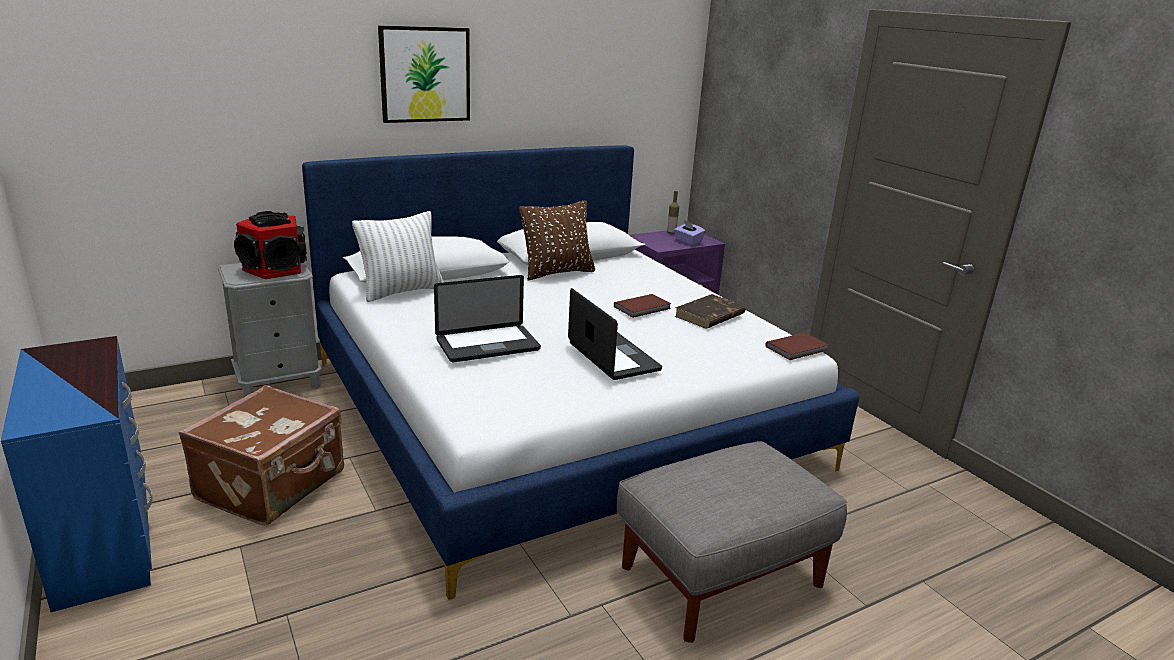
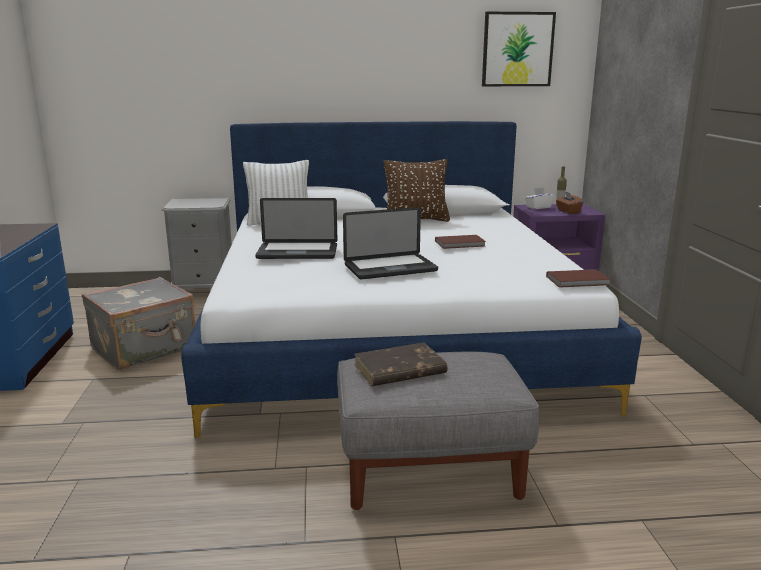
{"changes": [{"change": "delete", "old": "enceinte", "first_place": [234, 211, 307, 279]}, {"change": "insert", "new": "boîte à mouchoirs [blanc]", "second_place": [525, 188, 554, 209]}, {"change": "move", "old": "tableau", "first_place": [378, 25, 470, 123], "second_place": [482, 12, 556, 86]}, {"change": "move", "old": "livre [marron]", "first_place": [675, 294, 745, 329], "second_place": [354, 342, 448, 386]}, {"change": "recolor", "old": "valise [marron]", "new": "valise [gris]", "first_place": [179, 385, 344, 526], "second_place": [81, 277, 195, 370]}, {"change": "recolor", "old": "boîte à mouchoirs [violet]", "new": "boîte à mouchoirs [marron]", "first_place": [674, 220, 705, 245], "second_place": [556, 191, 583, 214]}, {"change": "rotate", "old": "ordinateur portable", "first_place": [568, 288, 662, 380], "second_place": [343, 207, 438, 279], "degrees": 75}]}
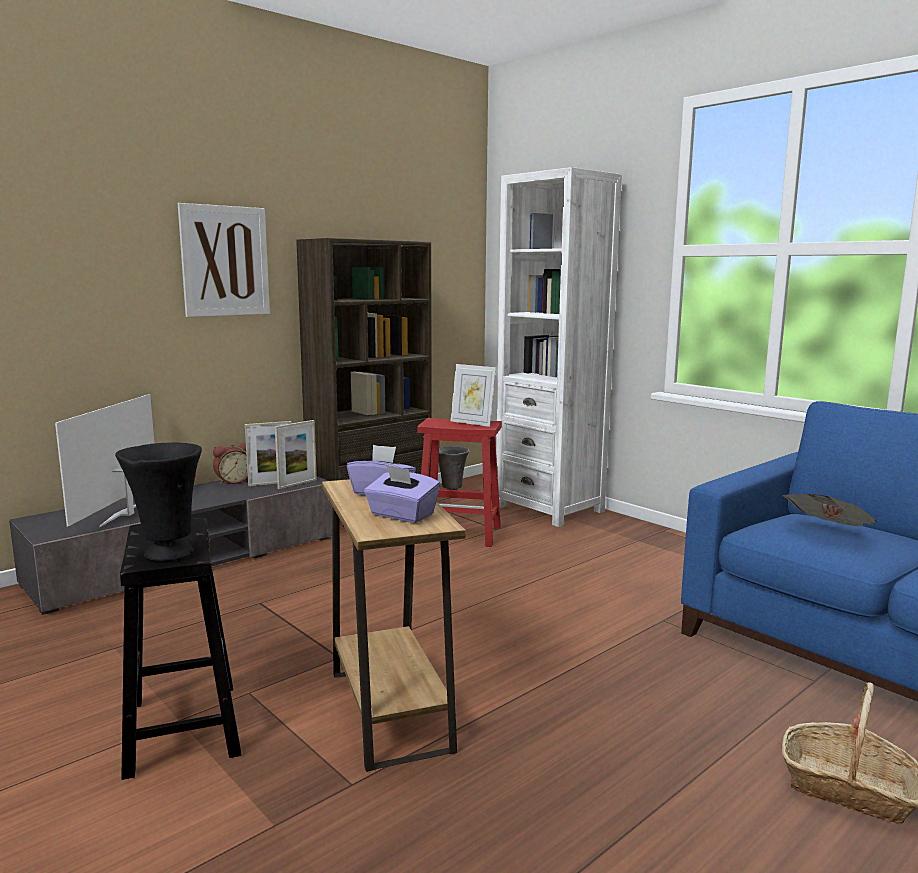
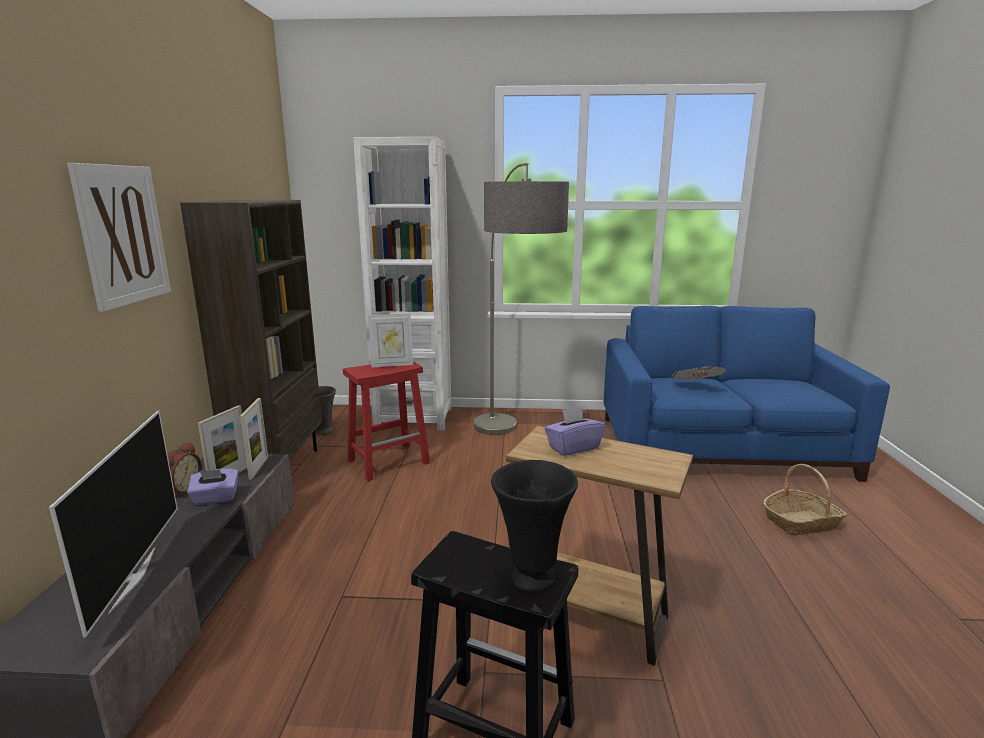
{"changes": [{"change": "insert", "new": "lampadaire", "second_place": [473, 163, 569, 435]}, {"change": "move", "old": "boîte à mouchoirs [violet]", "first_place": [364, 465, 440, 523], "second_place": [187, 468, 239, 505]}, {"change": "rotate", "old": "téléviseur", "first_place": [55, 394, 154, 528], "second_place": [49, 411, 178, 638], "degrees": -150}]}
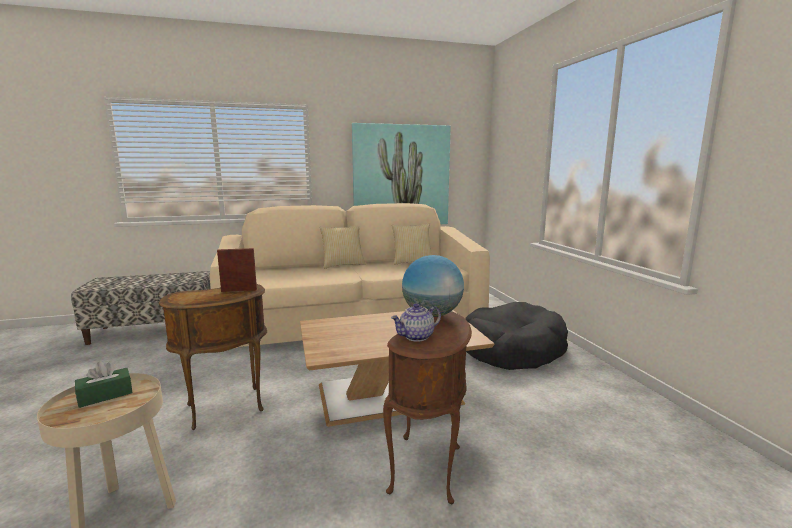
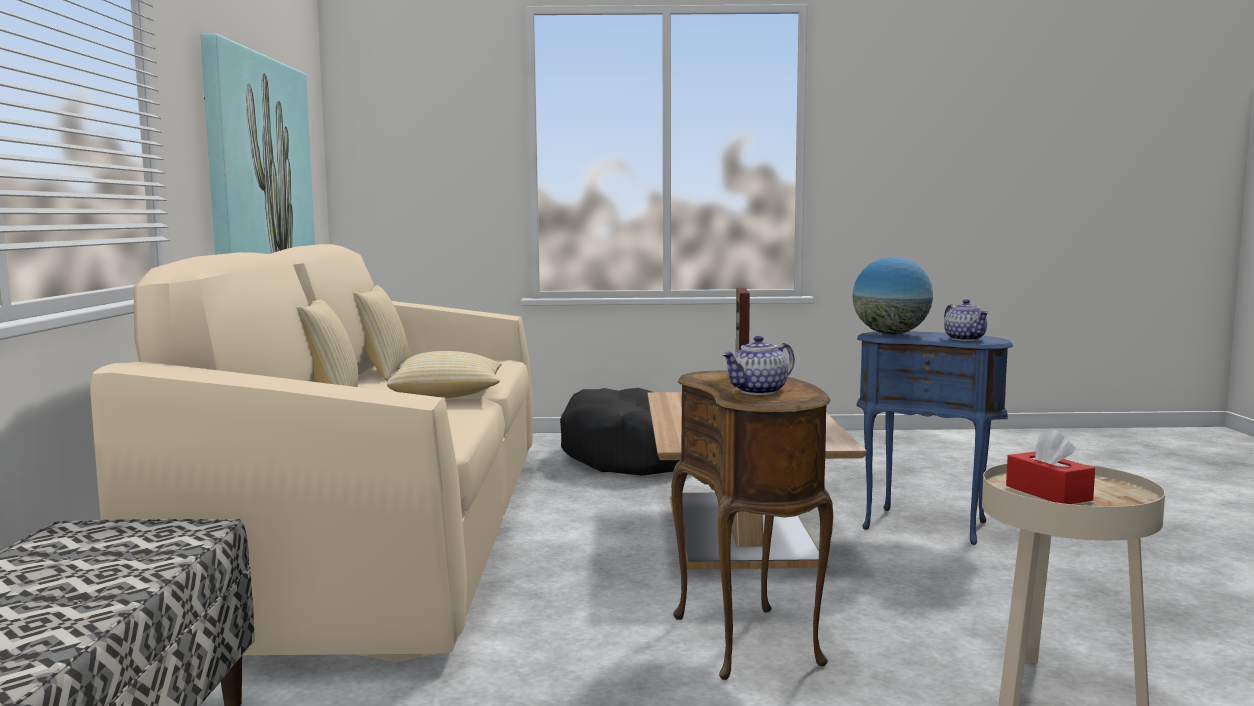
{"changes": [{"change": "insert", "new": "coussin", "second_place": [387, 351, 502, 398]}, {"change": "insert", "new": "théière", "second_place": [722, 336, 795, 395]}, {"change": "recolor", "old": "boîte à mouchoirs [vert]", "new": "boîte à mouchoirs [rouge]", "first_place": [75, 361, 133, 408], "second_place": [1006, 430, 1095, 504]}, {"change": "recolor", "old": "table d'appoint [marron]", "new": "table d'appoint [bleu]", "first_place": [383, 311, 472, 505], "second_place": [856, 331, 1013, 545]}]}
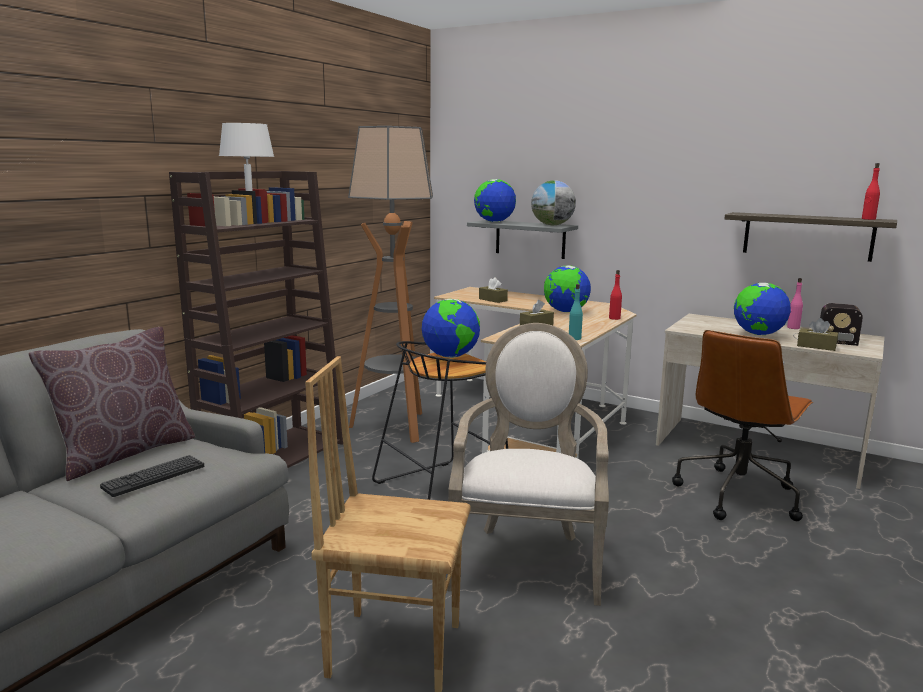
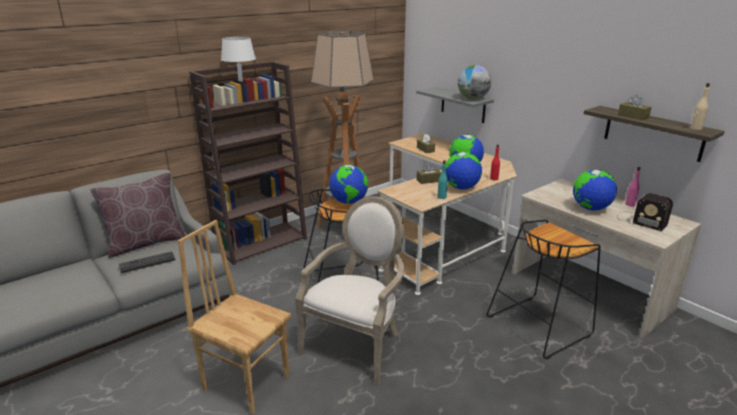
{"changes": [{"change": "move", "old": "globe", "first_place": [474, 179, 516, 222], "second_place": [445, 152, 482, 190]}, {"change": "move", "old": "boîte à mouchoirs [marron]", "first_place": [797, 318, 838, 351], "second_place": [618, 95, 652, 120]}, {"change": "replace", "old": "chaise de bureau [marron]", "new": "tabouret [noir]", "first_place": [672, 330, 814, 521], "second_place": [486, 220, 601, 359]}, {"change": "recolor", "old": "bouteille [rouge]", "new": "bouteille [beige]", "first_place": [862, 163, 880, 220], "second_place": [690, 83, 710, 130]}]}
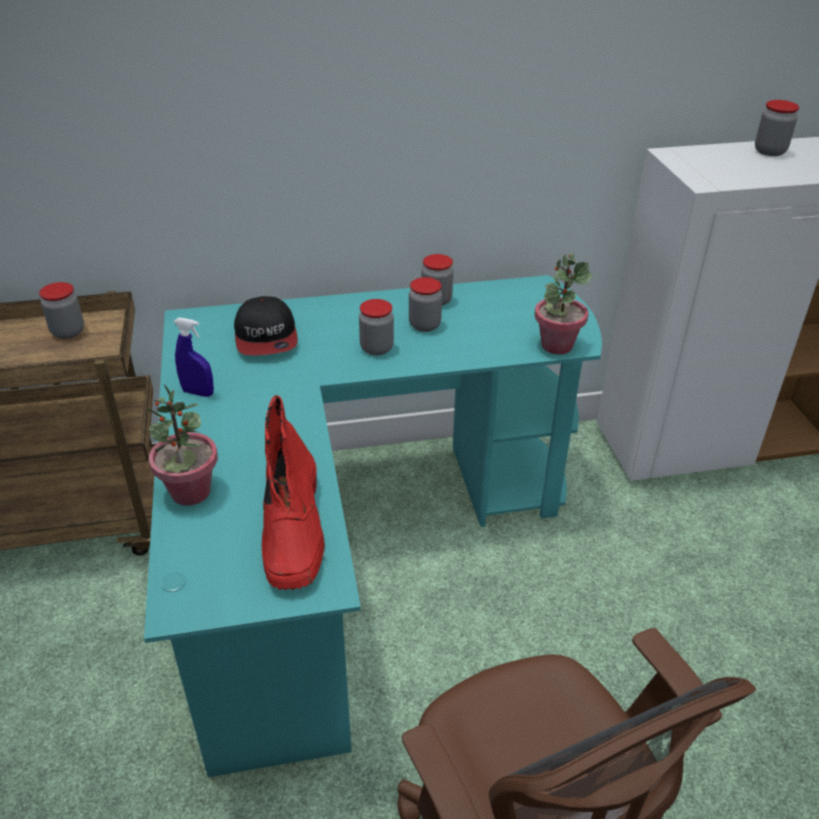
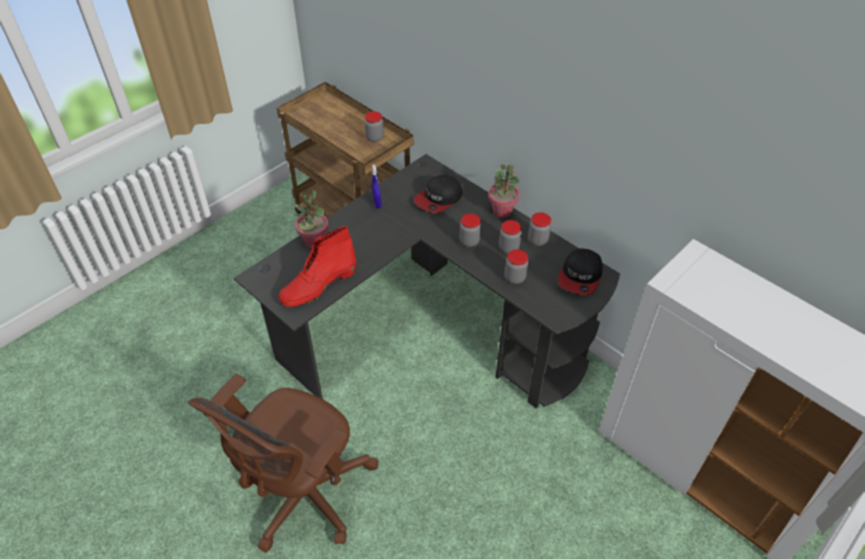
{"changes": [{"change": "insert", "new": "casquette", "second_place": [558, 248, 603, 295]}, {"change": "move", "old": "plante en pot", "first_place": [535, 254, 592, 354], "second_place": [488, 164, 520, 218]}, {"change": "move", "old": "bocal", "first_place": [755, 100, 799, 156], "second_place": [505, 249, 528, 284]}, {"change": "recolor", "old": "bureau [turquoise]", "new": "bureau [noir]", "first_place": [144, 275, 602, 777], "second_place": [234, 154, 620, 409]}]}
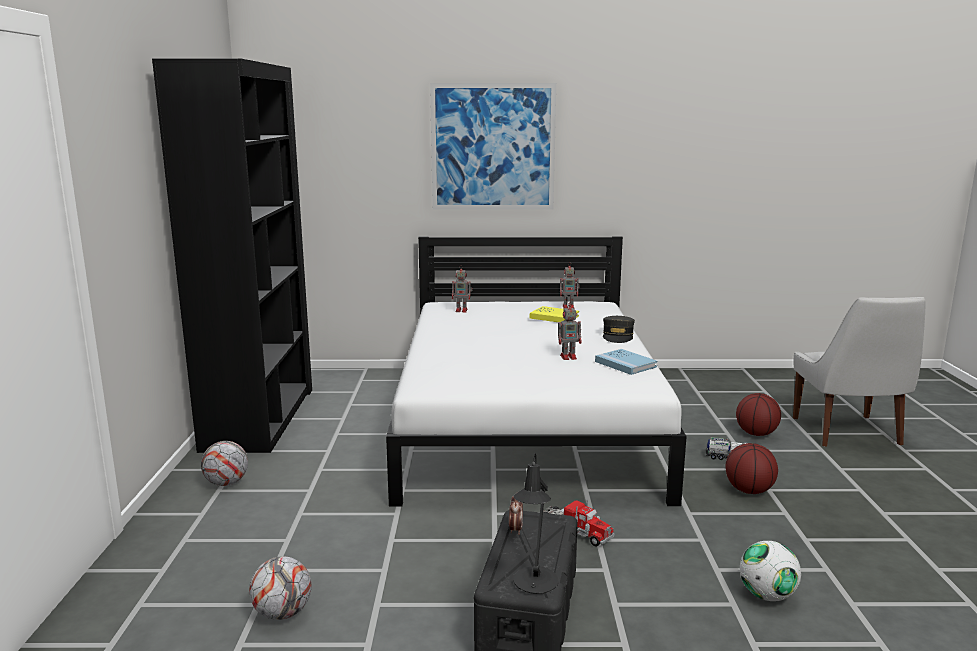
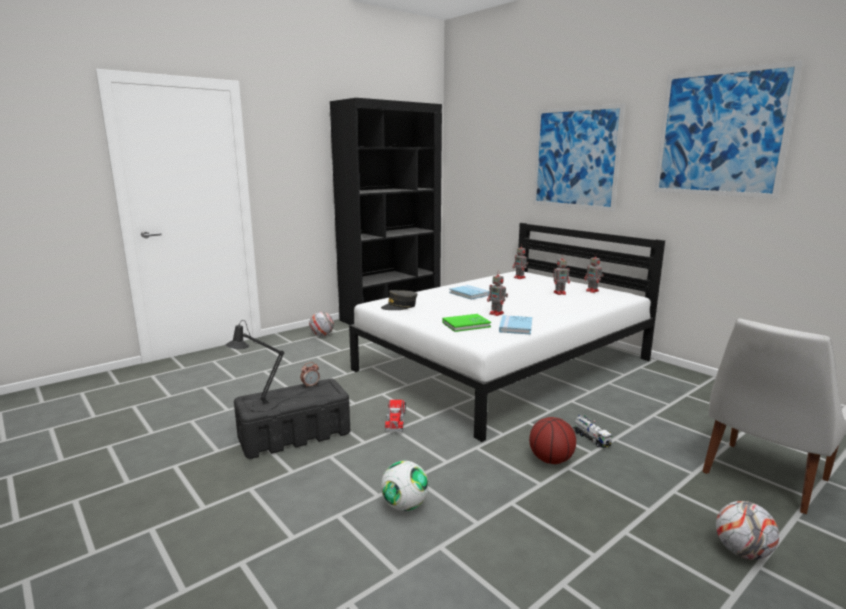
{"changes": [{"change": "delete", "old": "ballon de basket", "first_place": [736, 393, 781, 436]}, {"change": "insert", "new": "livre [vert]", "second_place": [442, 314, 491, 332]}, {"change": "insert", "new": "livre [bleu]", "second_place": [449, 285, 489, 300]}, {"change": "insert", "new": "tableau", "second_place": [654, 60, 803, 199]}, {"change": "move", "old": "ballon de foot", "first_place": [249, 556, 311, 620], "second_place": [716, 501, 779, 560]}, {"change": "move", "old": "casquette [gris]", "first_place": [603, 316, 635, 343], "second_place": [381, 290, 417, 310]}, {"change": "replace", "old": "livre [jaune]", "new": "robot jouet", "first_place": [530, 306, 579, 323], "second_place": [554, 256, 570, 295]}]}
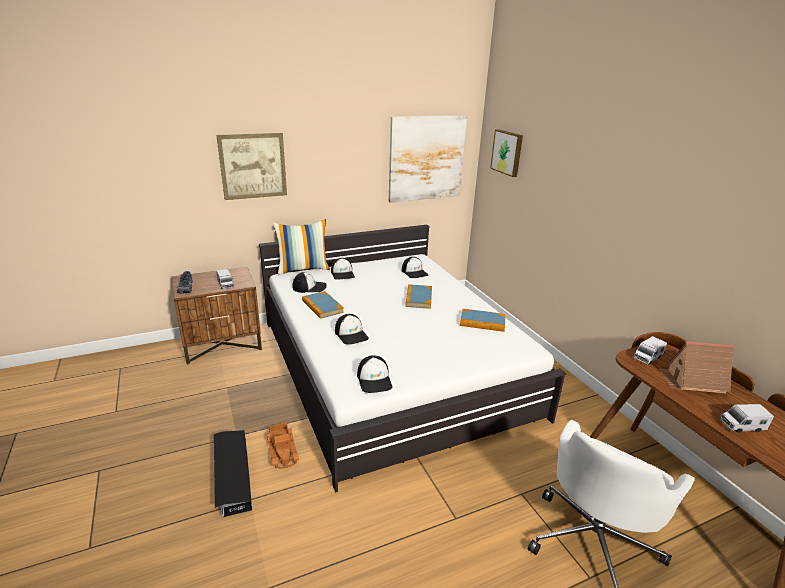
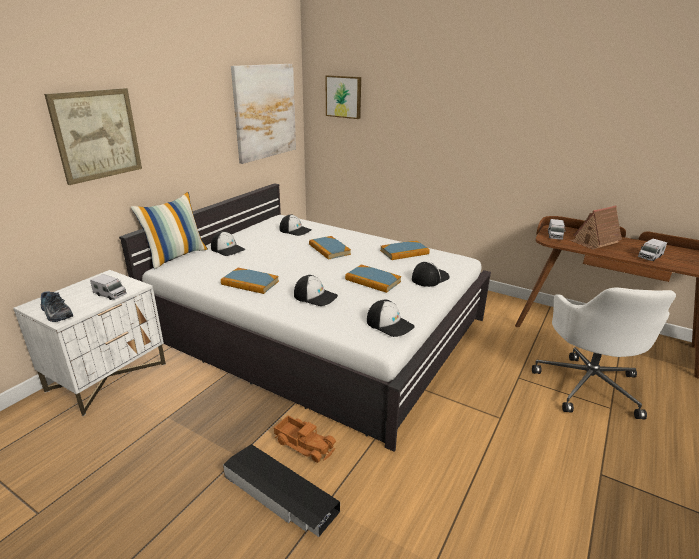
{"changes": [{"change": "insert", "new": "livre", "second_place": [345, 265, 401, 293]}, {"change": "move", "old": "casquette", "first_place": [292, 272, 327, 293], "second_place": [412, 262, 450, 287]}, {"change": "recolor", "old": "table de chevet [marron]", "new": "table de chevet [blanc]", "first_place": [172, 267, 262, 365], "second_place": [13, 270, 166, 416]}]}
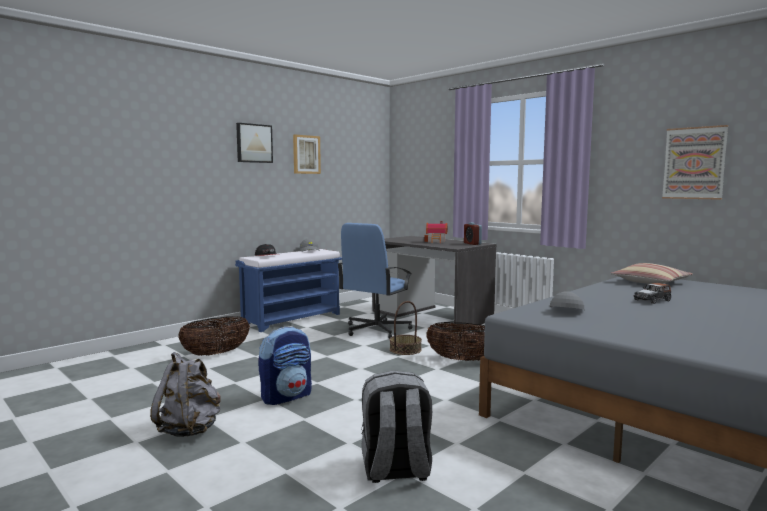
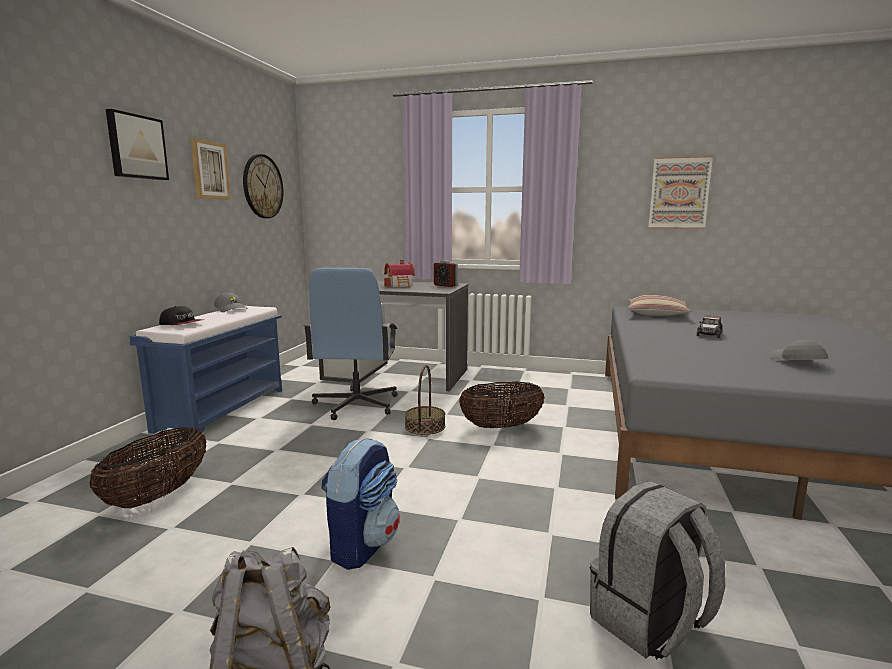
{"changes": [{"change": "insert", "new": "horloge murale", "second_place": [243, 154, 283, 218]}, {"change": "move", "old": "casquette [gris]", "first_place": [549, 292, 584, 309], "second_place": [769, 340, 829, 360]}]}
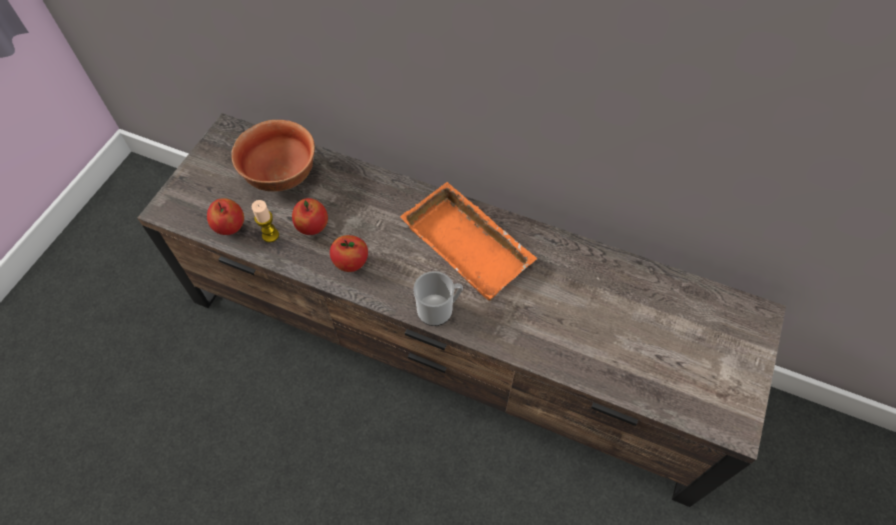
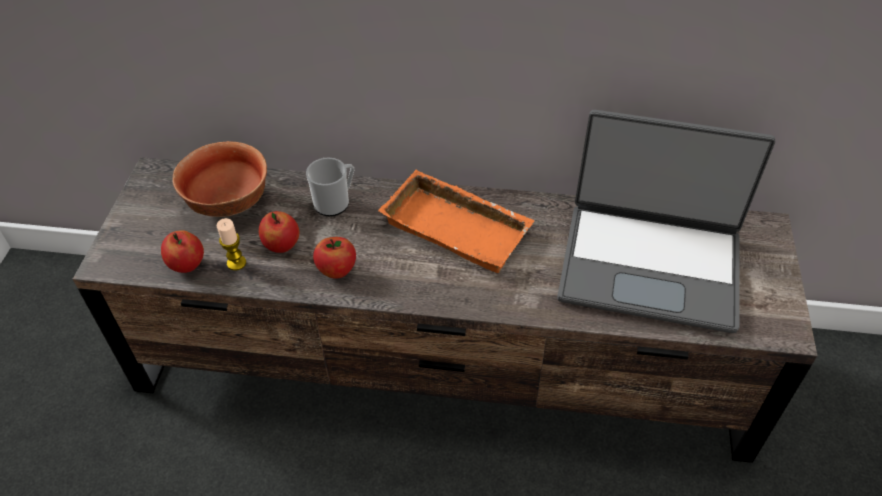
{"changes": [{"change": "insert", "new": "ordinateur portable", "second_place": [557, 110, 775, 333]}, {"change": "move", "old": "mug", "first_place": [413, 271, 463, 326], "second_place": [306, 157, 354, 216]}]}
